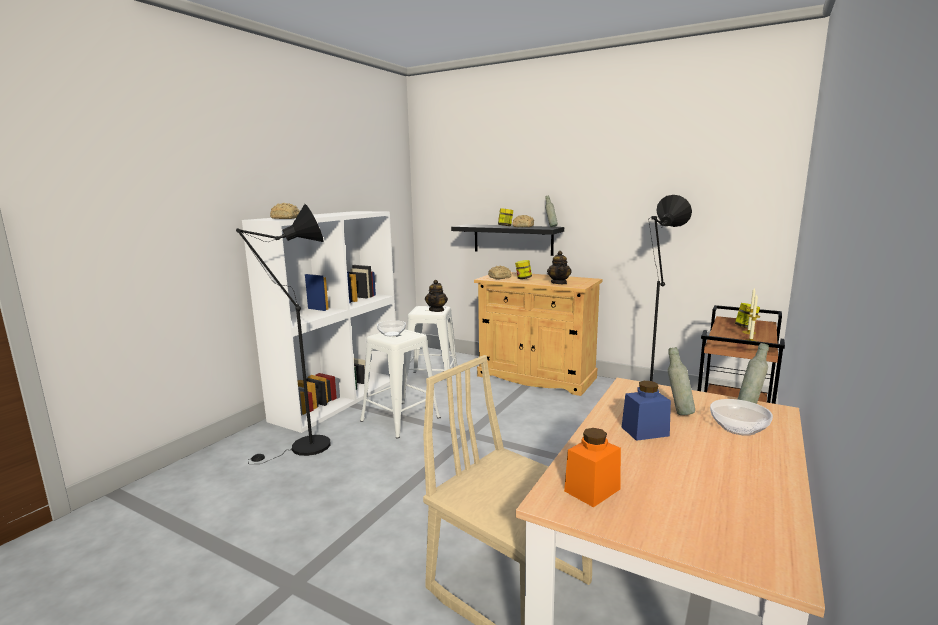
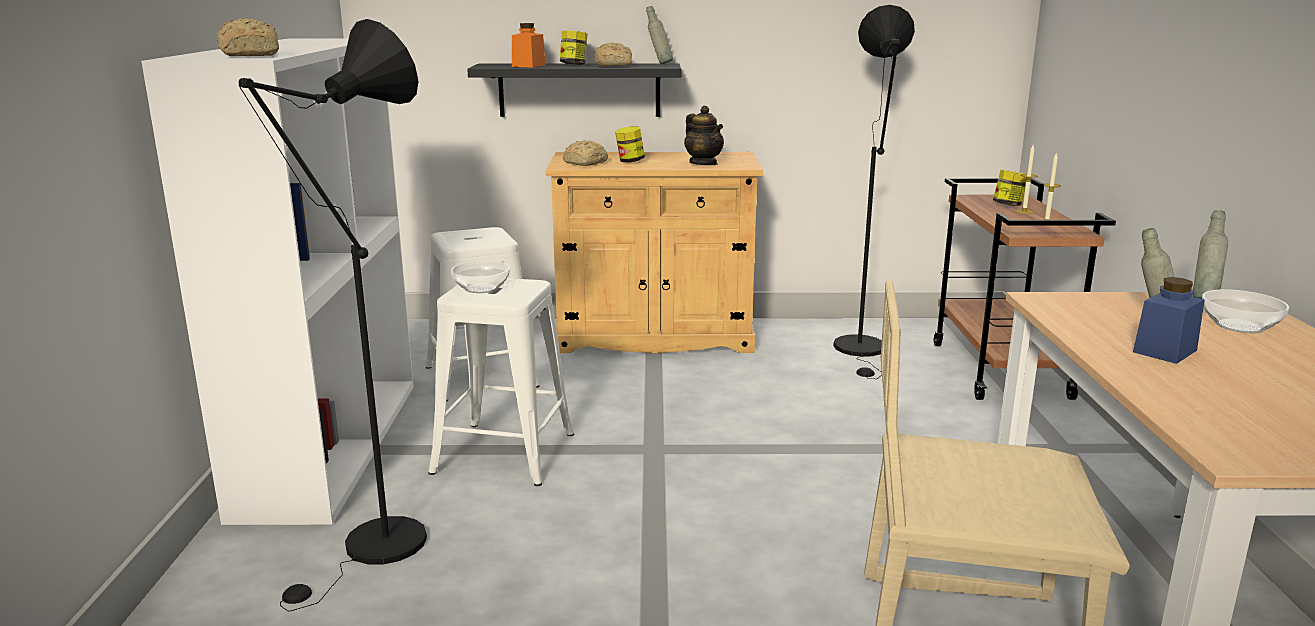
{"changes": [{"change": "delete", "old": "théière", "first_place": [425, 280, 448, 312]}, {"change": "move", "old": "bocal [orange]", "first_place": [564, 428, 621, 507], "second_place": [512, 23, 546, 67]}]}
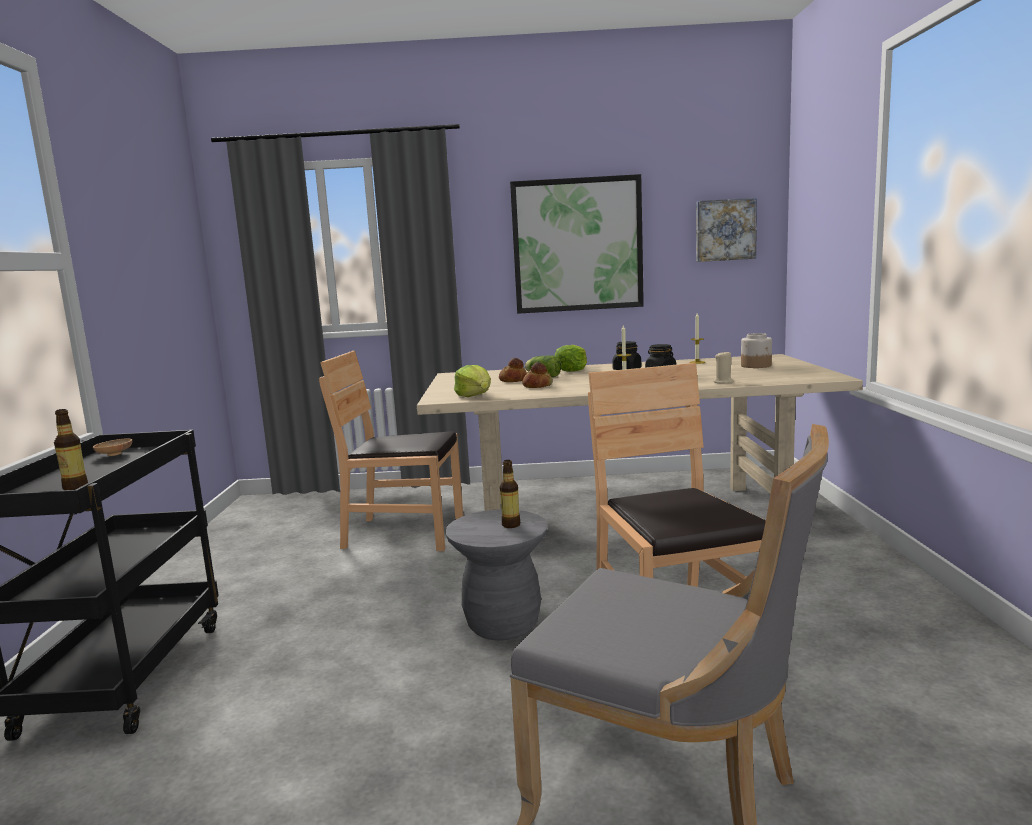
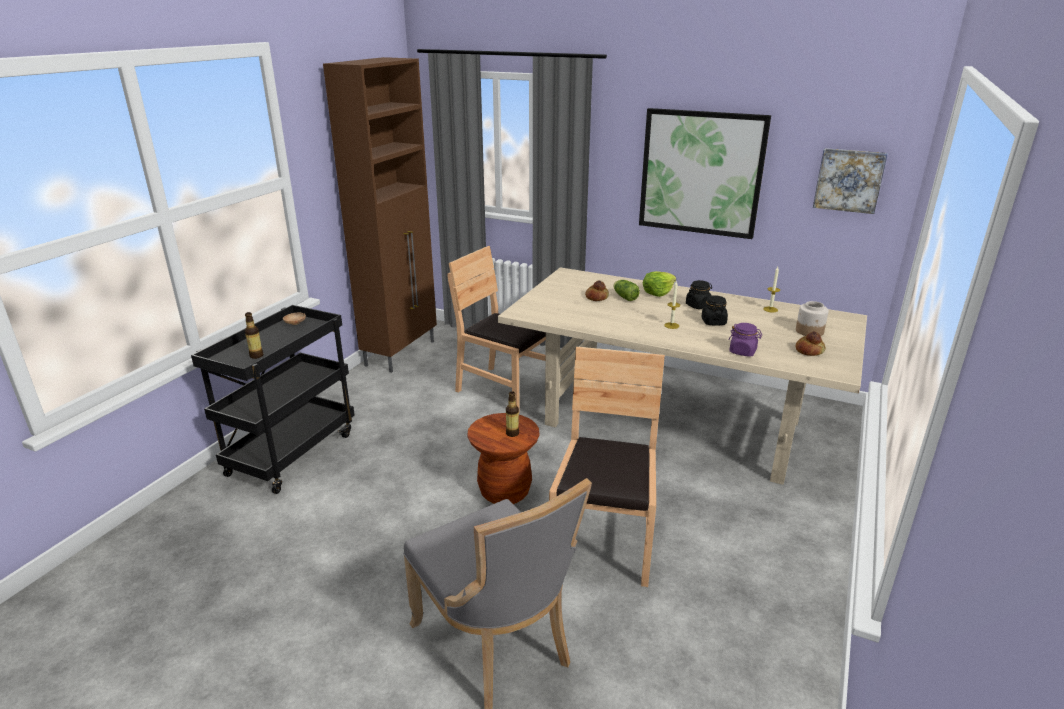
{"changes": [{"change": "delete", "old": "laitue", "first_place": [454, 365, 491, 397]}, {"change": "insert", "new": "meuble de rangement [marron]", "second_place": [323, 57, 437, 373]}, {"change": "move", "old": "pain", "first_place": [522, 362, 553, 388], "second_place": [795, 331, 826, 356]}, {"change": "replace", "old": "bougie [beige]", "new": "bocal [violet]", "first_place": [713, 350, 734, 383], "second_place": [728, 323, 762, 357]}, {"change": "recolor", "old": "tabouret [gris]", "new": "tabouret [marron]", "first_place": [445, 509, 548, 641], "second_place": [467, 413, 539, 504]}]}
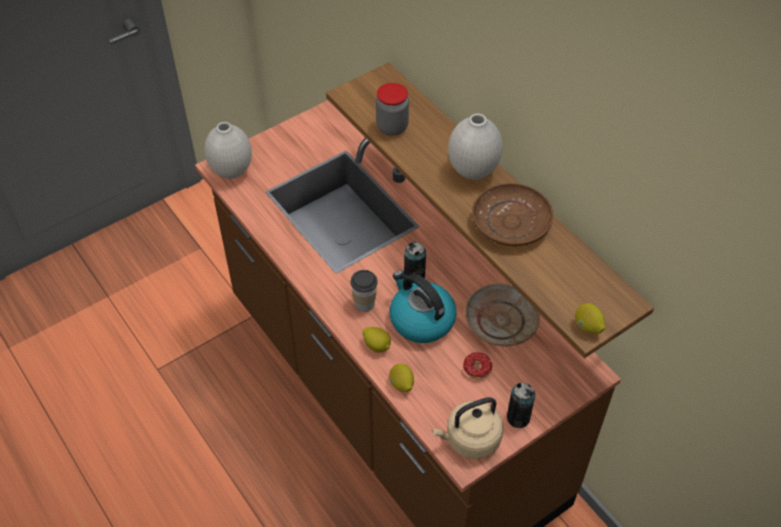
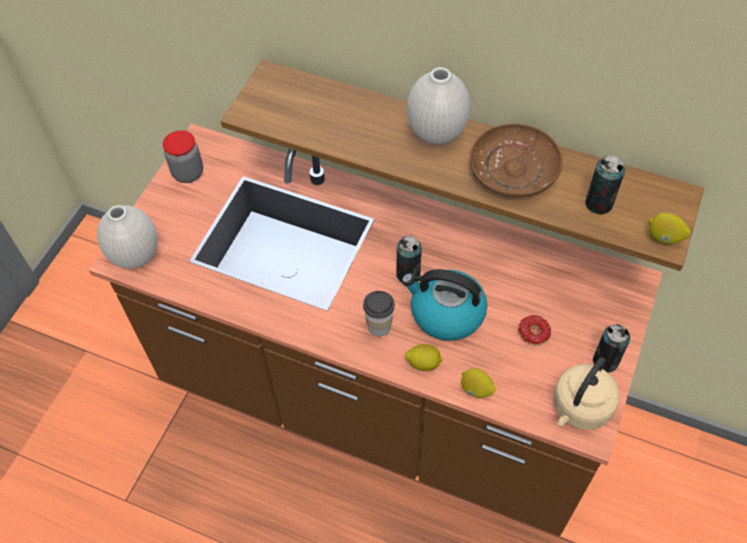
{"changes": [{"change": "delete", "old": "assiette [beige]", "first_place": [465, 284, 540, 346]}, {"change": "insert", "new": "boîte métallique", "second_place": [585, 155, 625, 214]}, {"change": "move", "old": "bocal", "first_place": [376, 83, 409, 136], "second_place": [163, 130, 203, 183]}]}
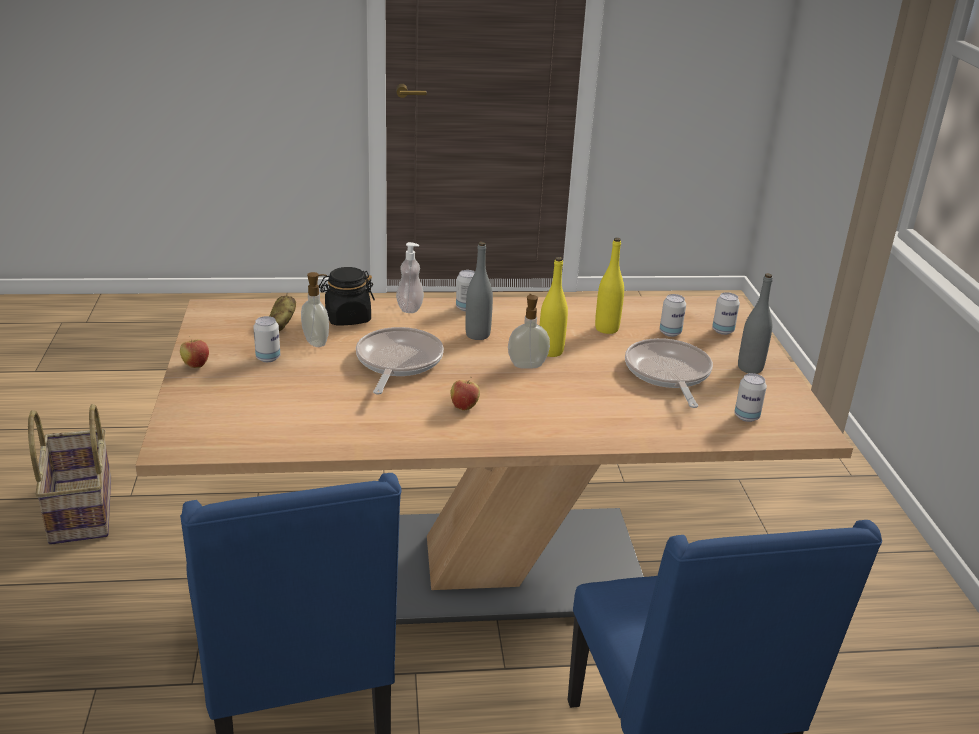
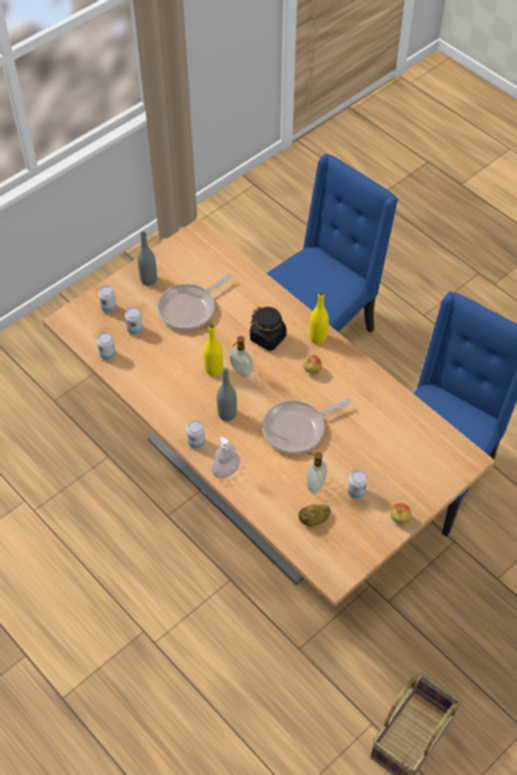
{"changes": [{"change": "move", "old": "bocal [noir]", "first_place": [319, 267, 375, 325], "second_place": [250, 307, 287, 351]}, {"change": "move", "old": "bouteille [jaune]", "first_place": [595, 238, 624, 334], "second_place": [309, 291, 329, 344]}, {"change": "move", "old": "boîte métallique", "first_place": [734, 373, 767, 422], "second_place": [97, 333, 116, 360]}]}
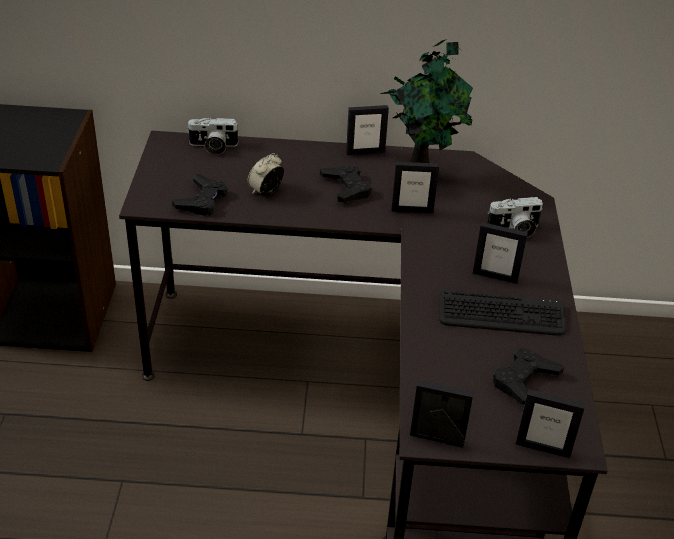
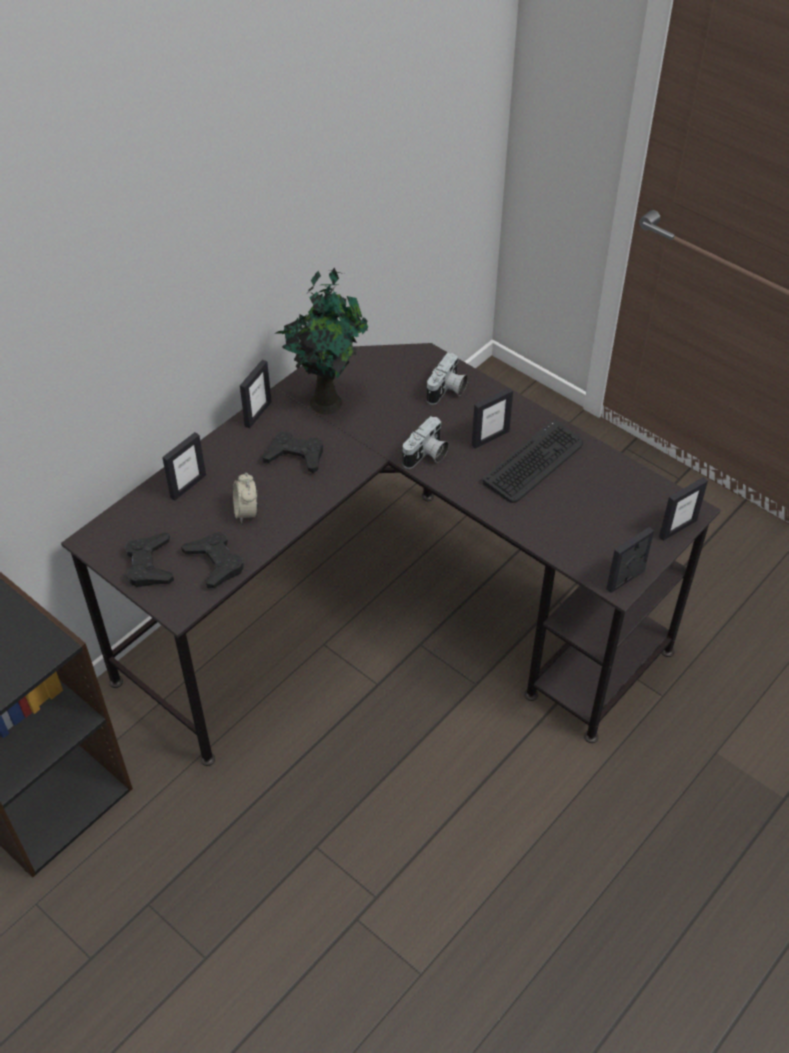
{"changes": [{"change": "move", "old": "appareil photo", "first_place": [187, 118, 240, 155], "second_place": [403, 416, 449, 469]}, {"change": "move", "old": "cadre photo", "first_place": [391, 162, 439, 213], "second_place": [162, 432, 206, 501]}, {"change": "move", "old": "manette [noir]", "first_place": [493, 347, 564, 405], "second_place": [125, 533, 174, 587]}]}
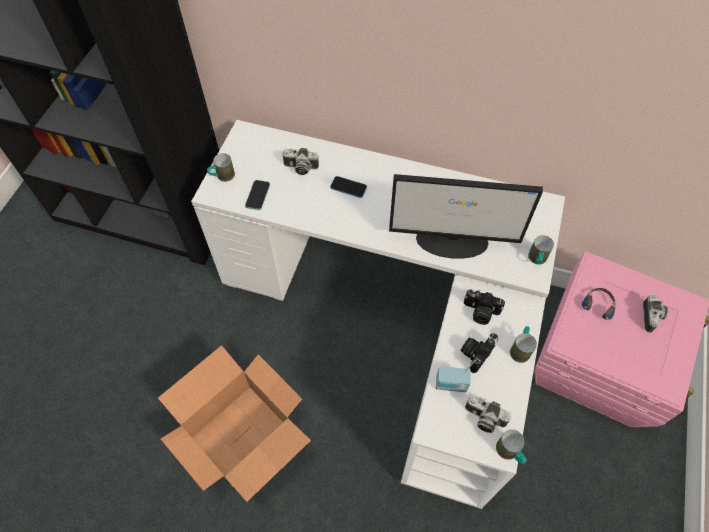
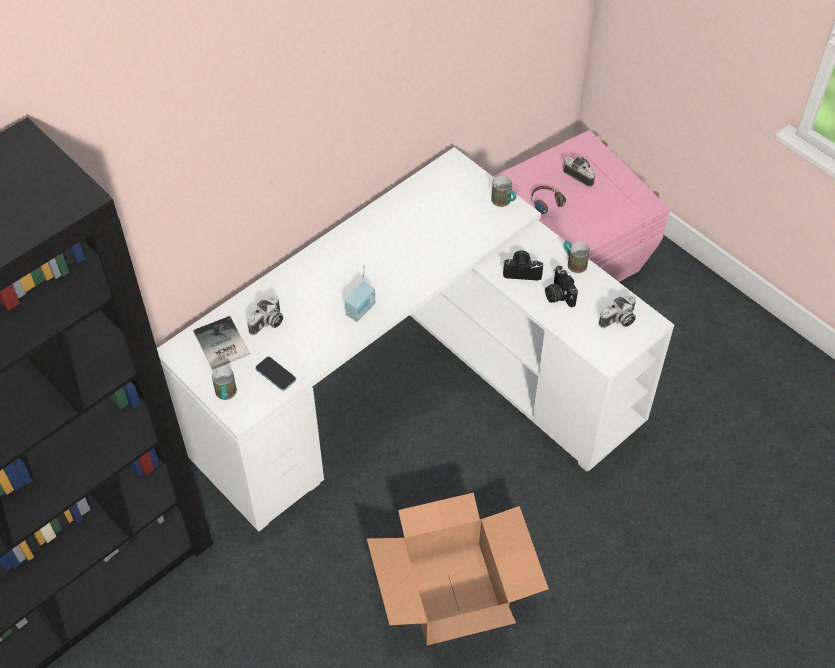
{"changes": [{"change": "delete", "old": "téléphone", "first_place": [330, 176, 367, 198]}, {"change": "delete", "old": "écran d'ordinateur", "first_place": [389, 174, 543, 259]}, {"change": "delete", "old": "mug", "first_place": [496, 429, 527, 464]}, {"change": "insert", "new": "livre", "second_place": [193, 316, 250, 370]}, {"change": "move", "old": "radio", "first_place": [436, 360, 476, 392], "second_place": [345, 265, 376, 322]}, {"change": "rotate", "old": "appareil photo", "first_place": [464, 289, 505, 325], "second_place": [503, 251, 544, 281], "degrees": -135}]}
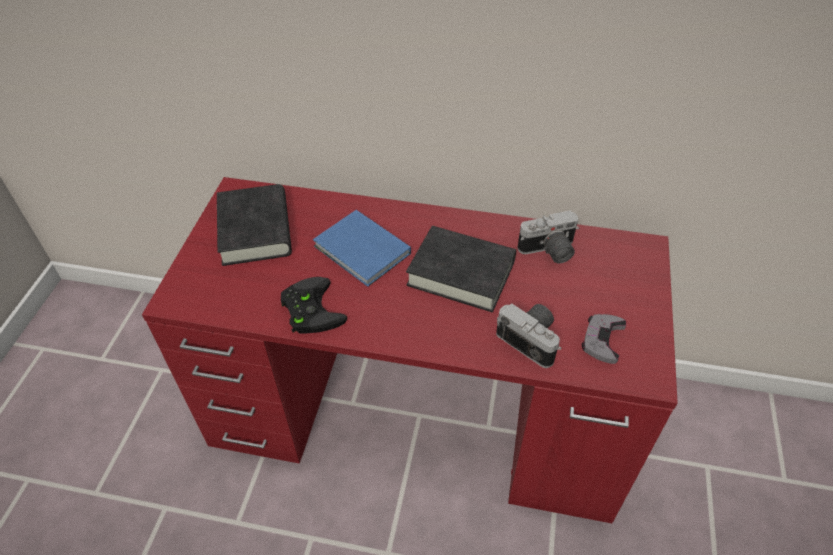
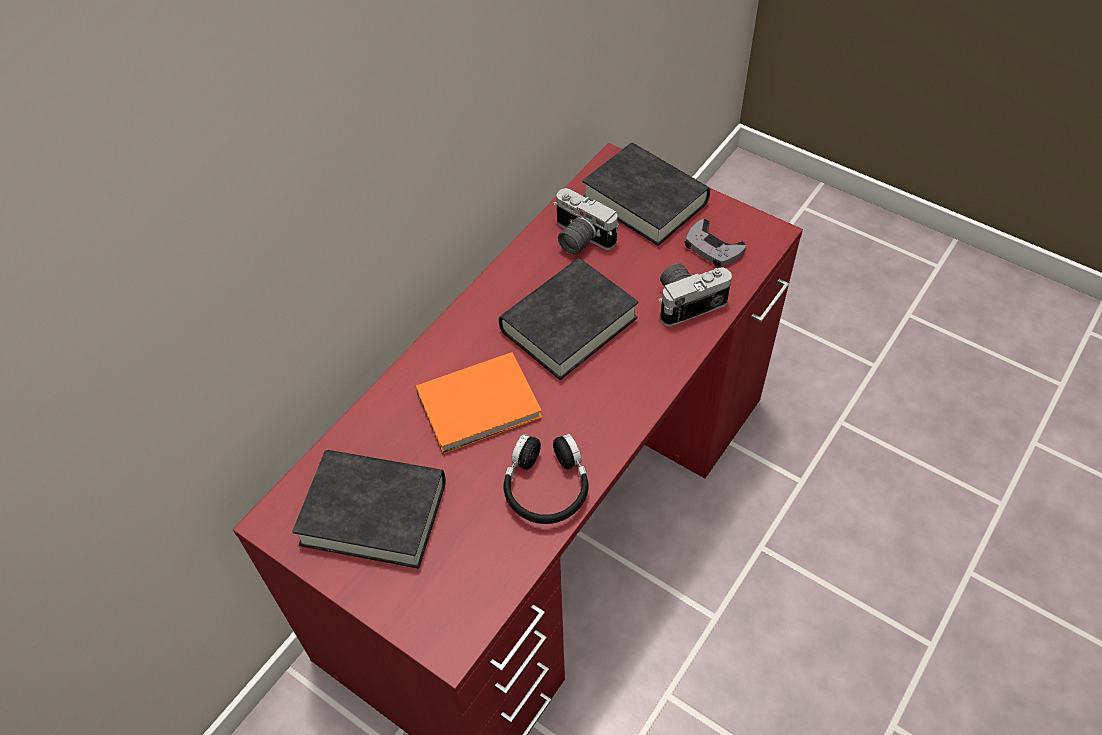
{"changes": [{"change": "insert", "new": "livre [noir]", "second_place": [582, 143, 710, 246]}, {"change": "replace", "old": "manette [noir]", "new": "casque audio [noir]", "first_place": [281, 277, 347, 334], "second_place": [504, 434, 588, 524]}, {"change": "recolor", "old": "livre [bleu]", "new": "livre [orange]", "first_place": [313, 210, 411, 287], "second_place": [416, 352, 542, 454]}, {"change": "rotate", "old": "appareil photo", "first_place": [517, 210, 579, 263], "second_place": [553, 188, 619, 255], "degrees": 120}]}
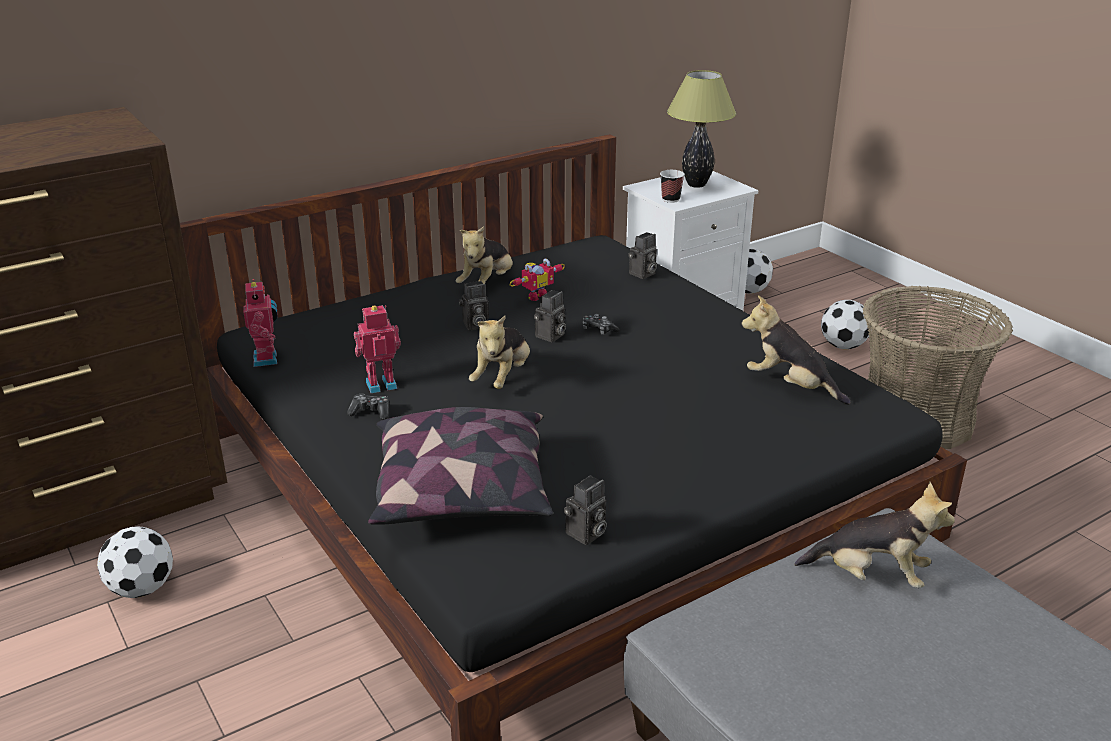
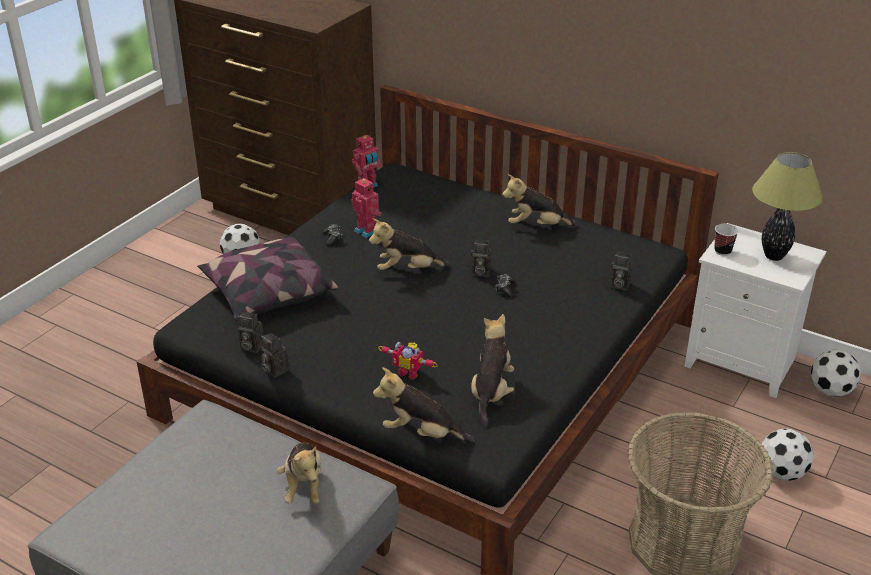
{"changes": [{"change": "insert", "new": "peluche", "second_place": [373, 367, 475, 442]}, {"change": "move", "old": "appareil photo", "first_place": [459, 281, 489, 331], "second_place": [261, 333, 289, 377]}, {"change": "move", "old": "robot jouet", "first_place": [510, 258, 565, 301], "second_place": [378, 342, 437, 380]}]}
